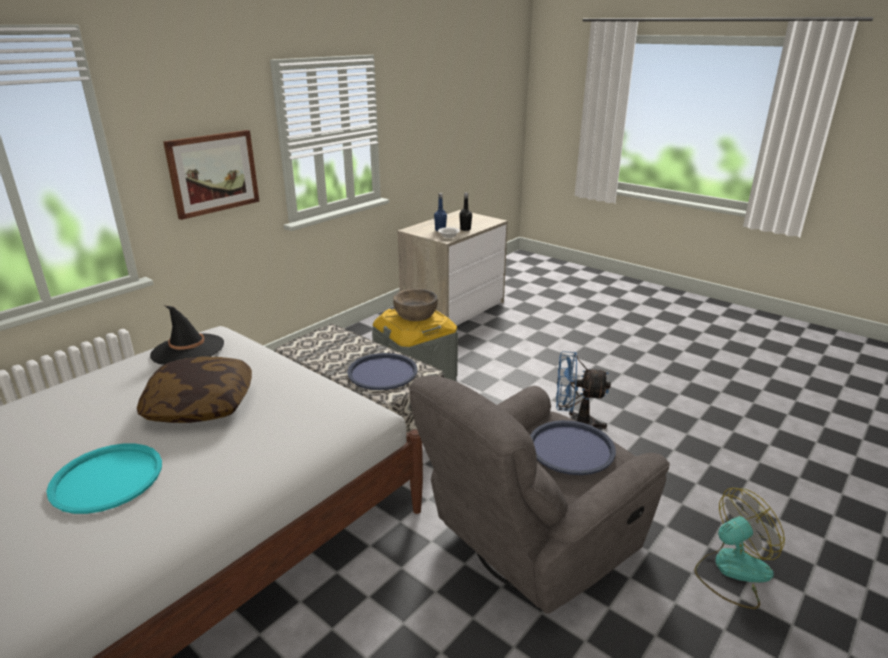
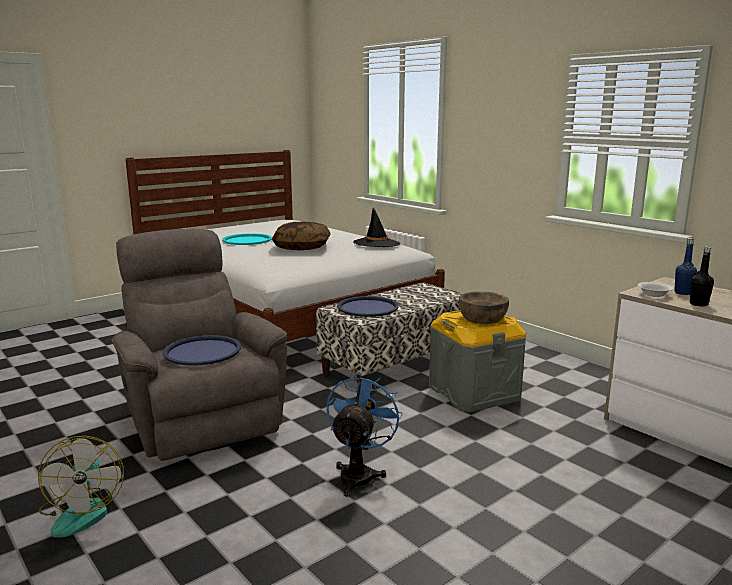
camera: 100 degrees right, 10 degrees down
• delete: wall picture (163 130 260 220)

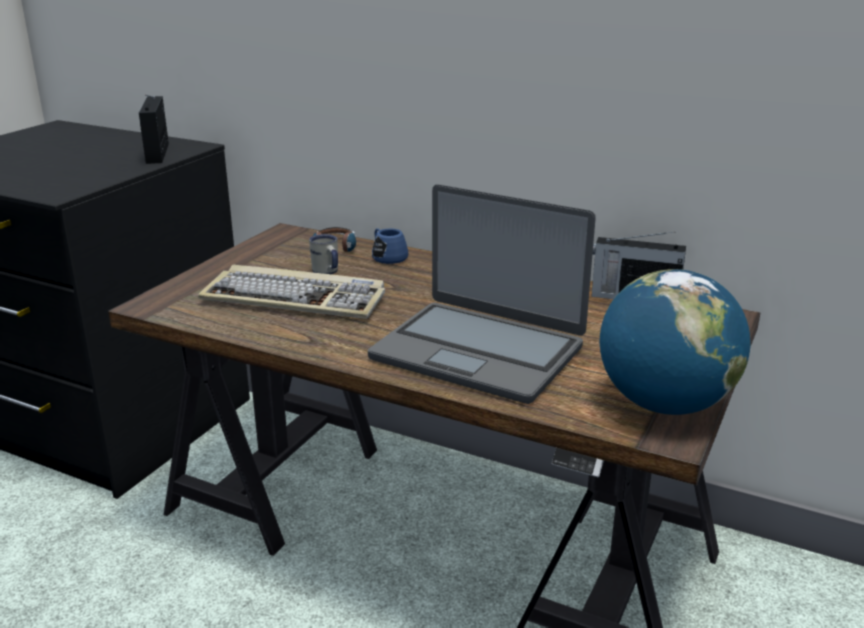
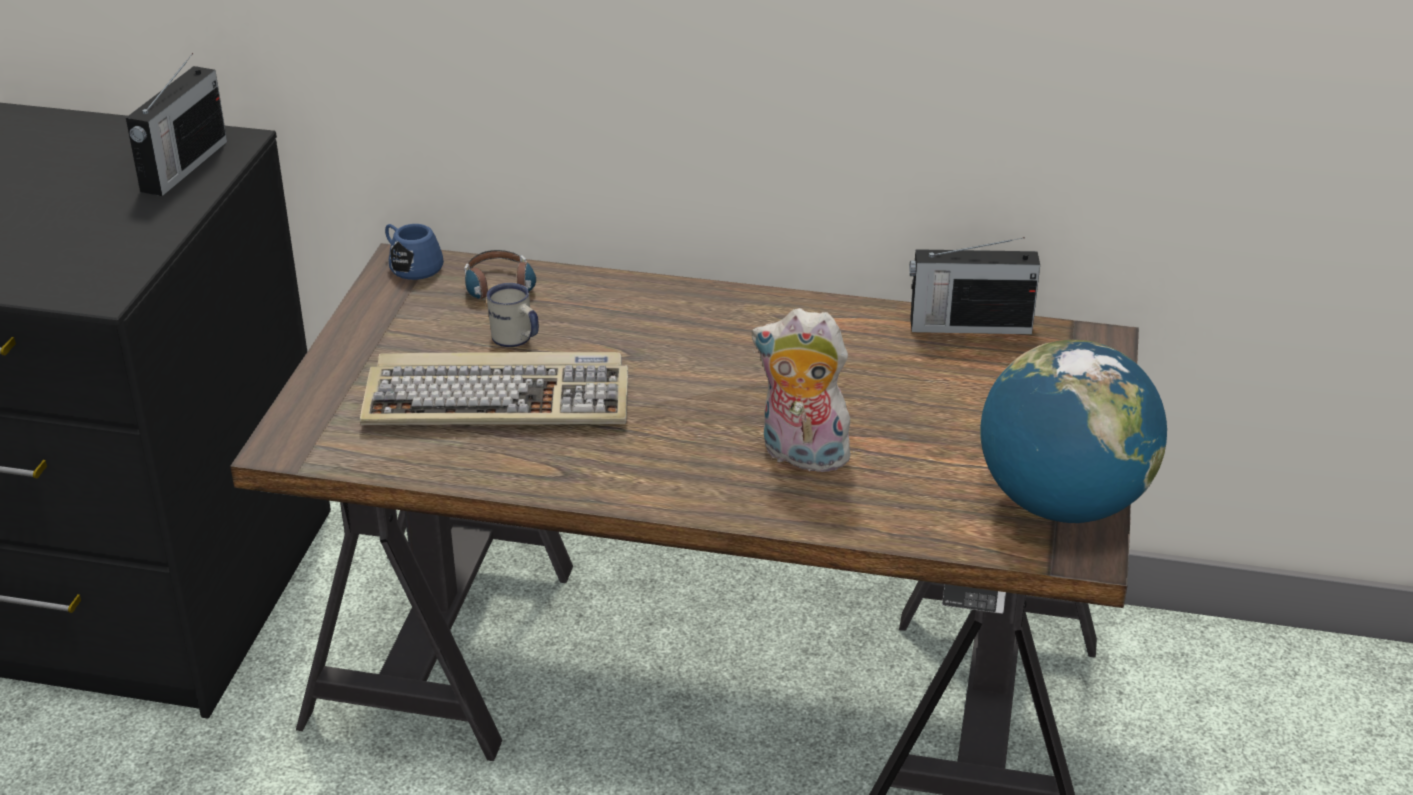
camera: 15 degrees left, 10 degrees up
• rotate: radio set (139 95 169 164) = (126 53 227 196) 135 degrees counterclockwise
• move: blue tea mug (372 228 408 264) to (385 224 444 280)
• replace: notebook computer (368 184 596 404) to plush toy (752 308 858 476)

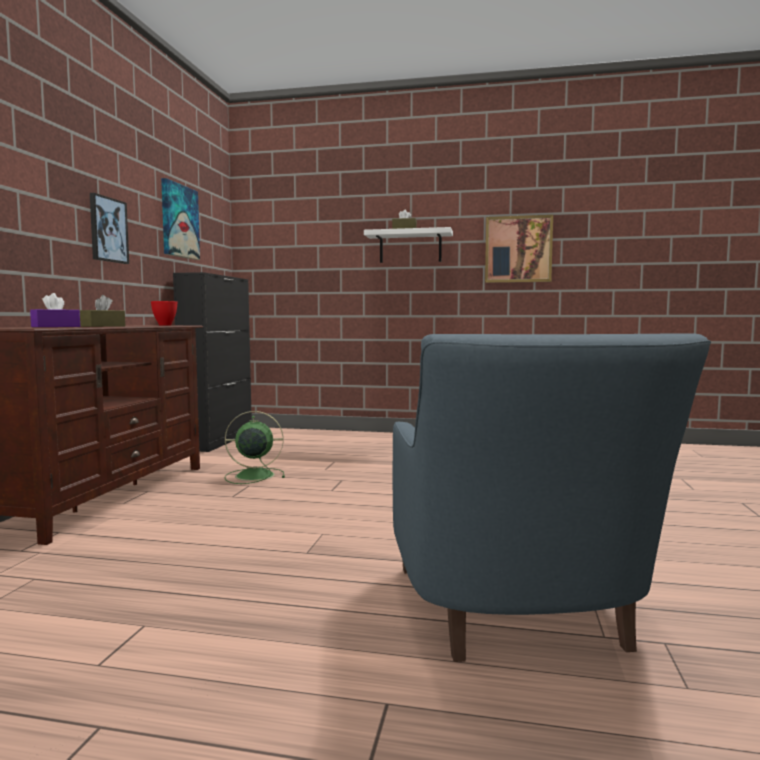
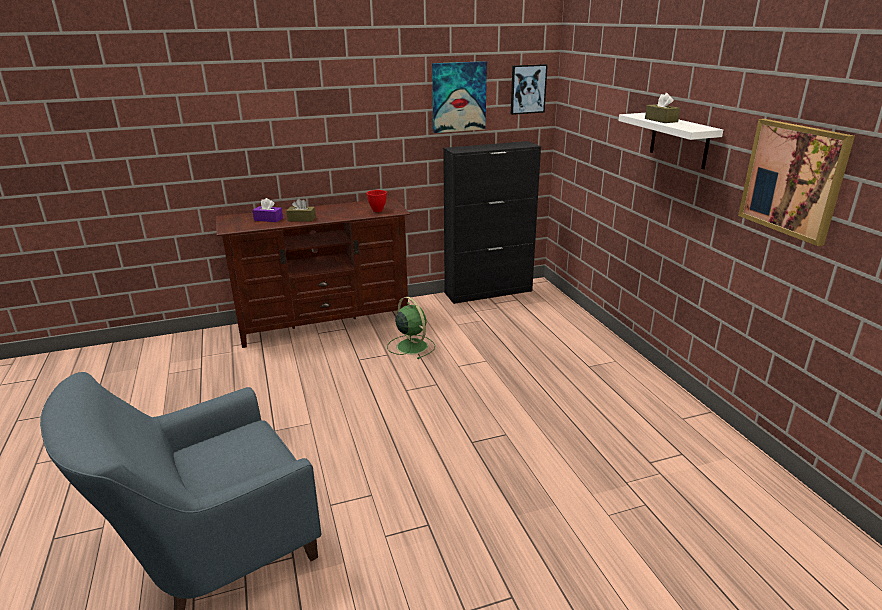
camera: 60 degrees right, 20 degrees up
• move: wall picture (90 193 129 264) to (511 64 548 115)

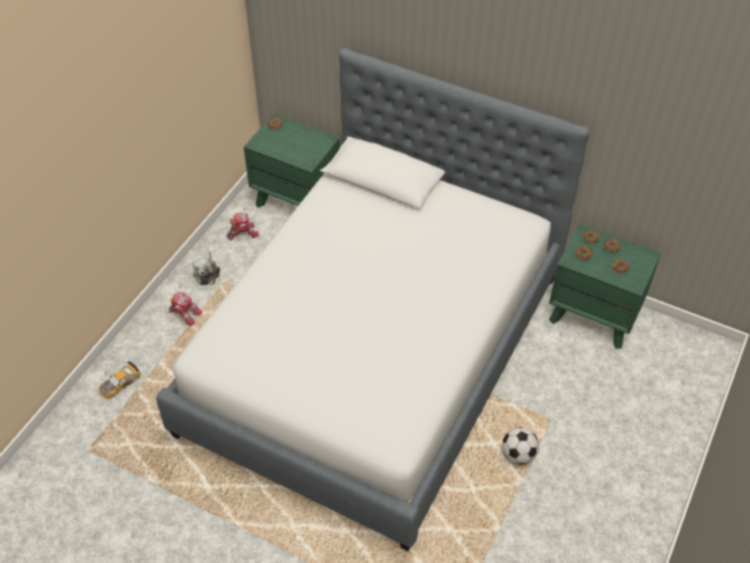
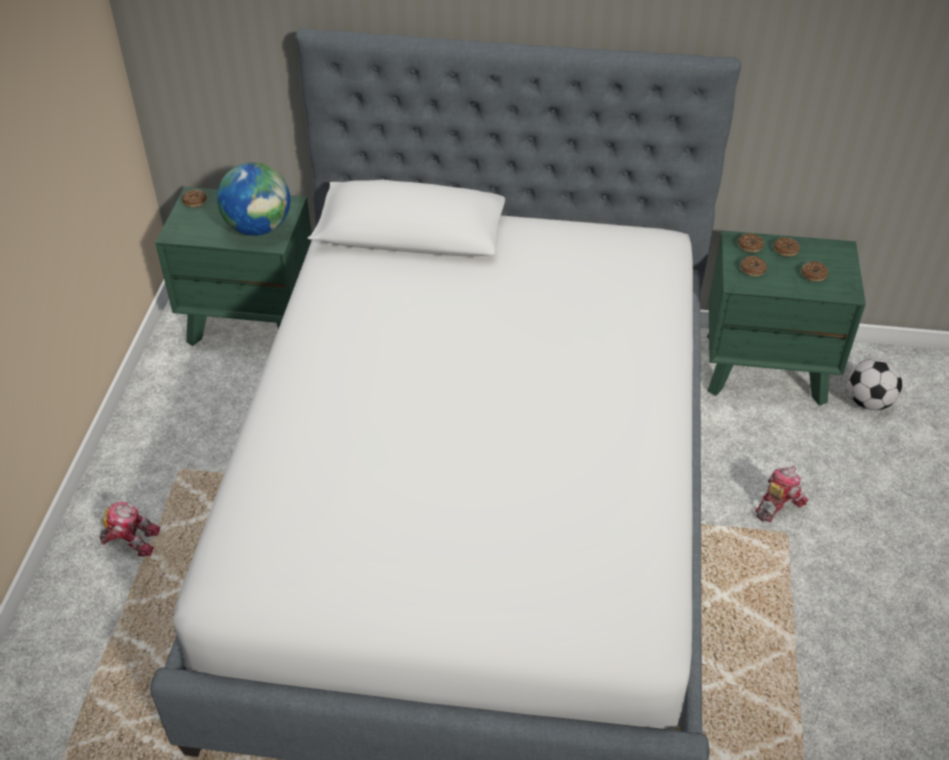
camera: 20 degrees left, 5 degrees down
• insert: world globe (217 162 290 236)
• move: robot figure (227 213 259 240) to (755 466 808 522)
• move: football (502 427 539 464) to (847 359 902 410)
• delete: model car (99 361 141 399)
• delete: plush toy (193 251 220 285)

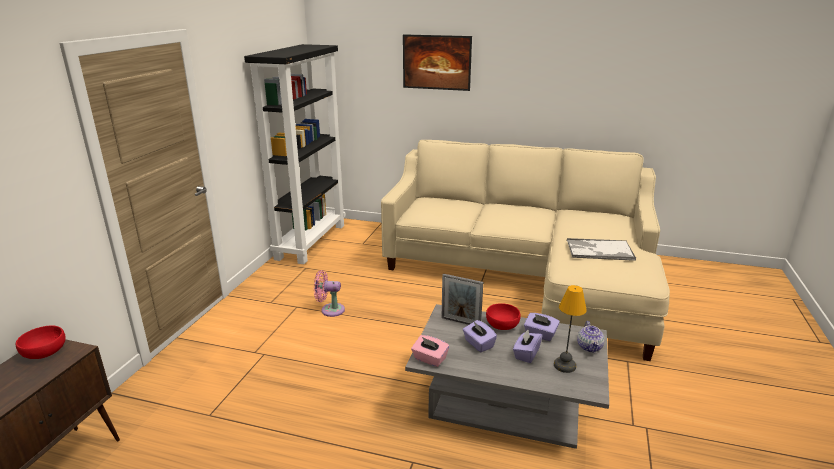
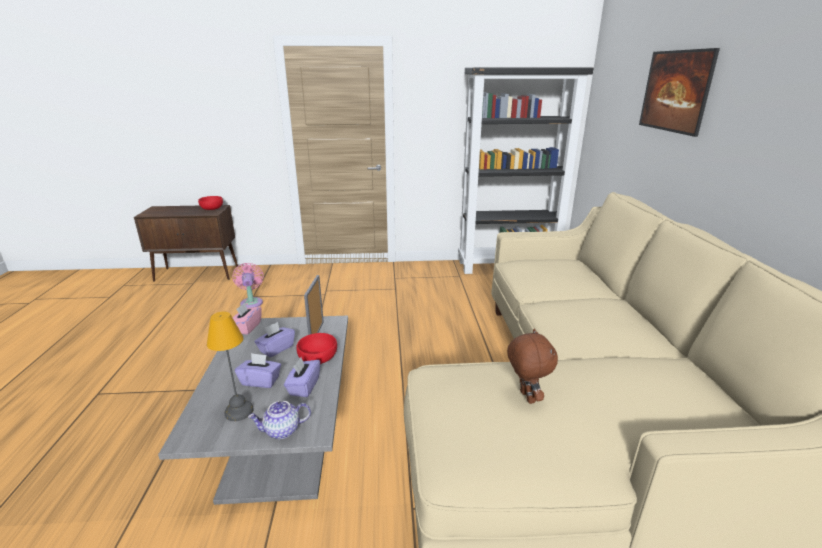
camera: 70 degrees right, 0 degrees up
• move: pinkish fan (314 270 345 317) to (233 263 263 308)
• replace: serving tray (567 238 636 261) to brownish plush toy (507 329 558 404)

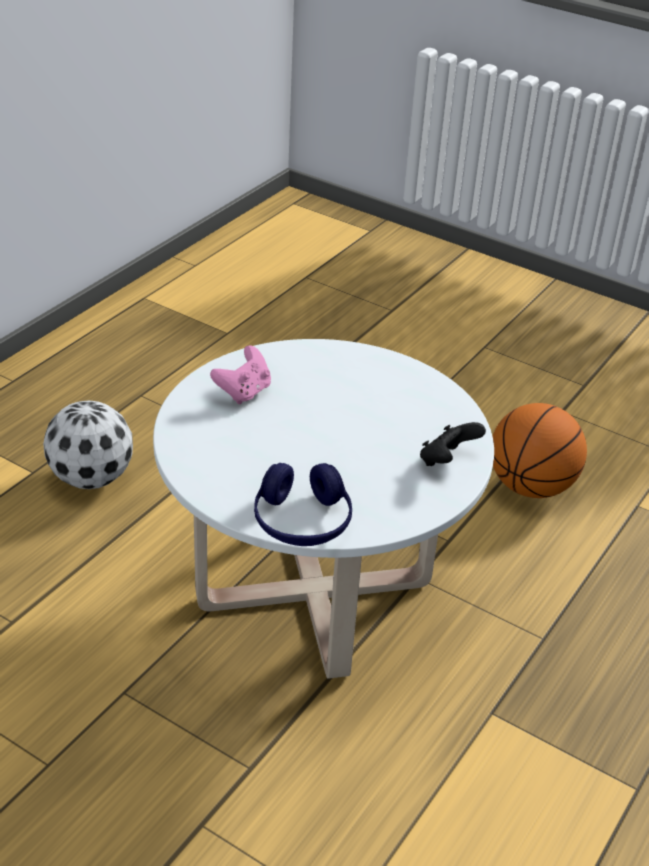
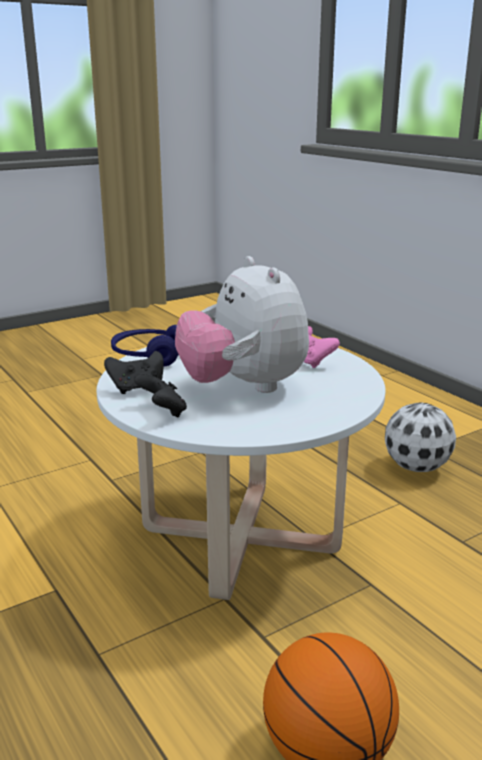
camera: 115 degrees right, 15 degrees down
• insert: black game controller (104 351 164 394)
• insert: plush toy (175 256 309 393)

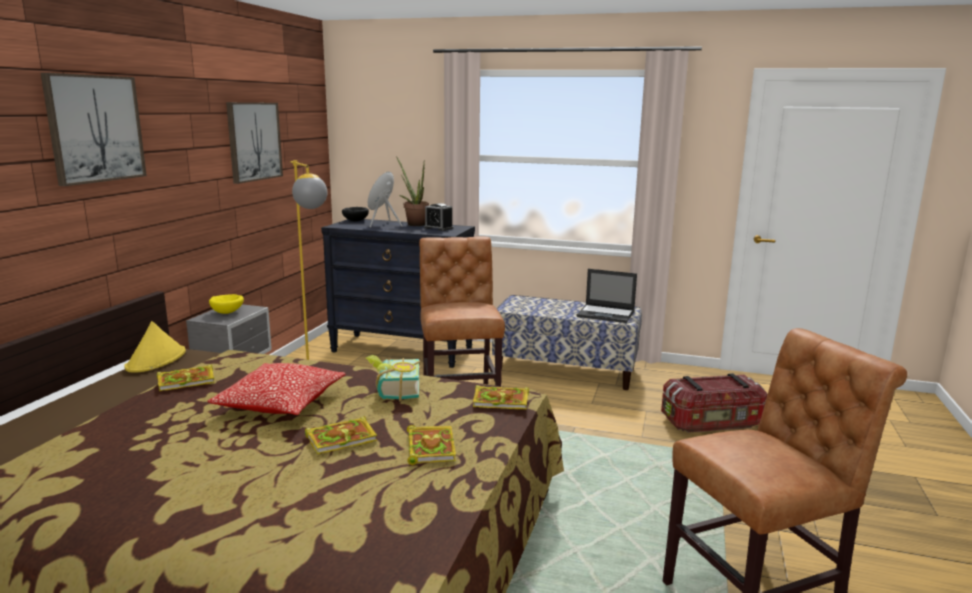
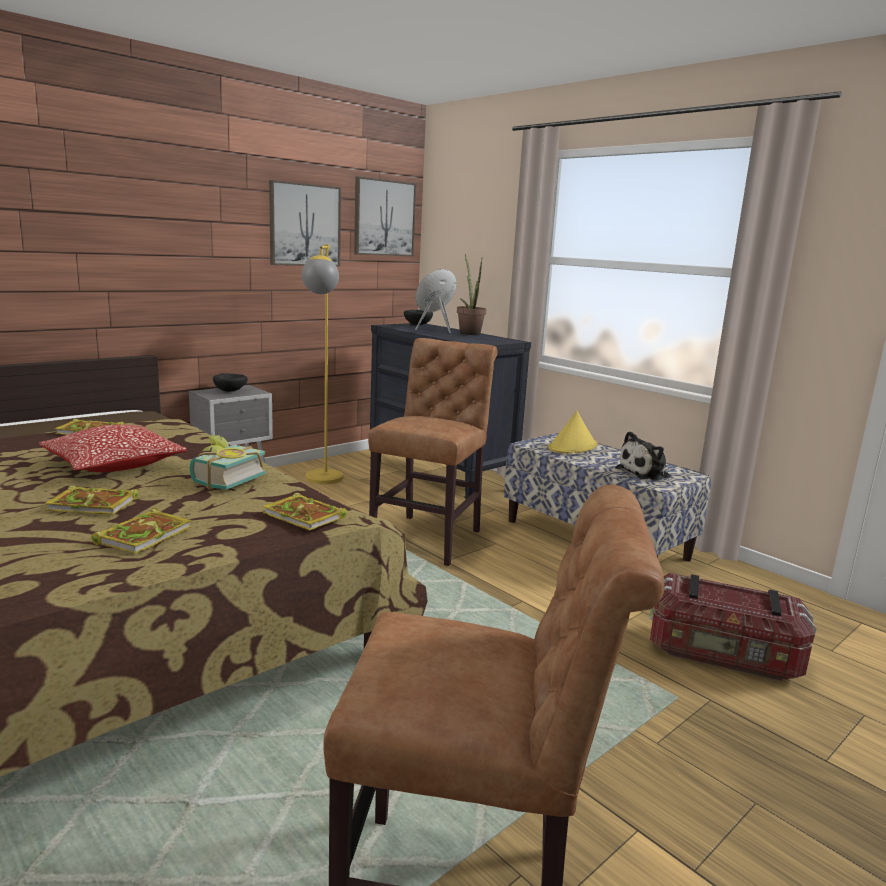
camera: 30 degrees right, 0 degrees up
• recolor: yellow-coloured bowl (209 294 244 314) to black bowl (213 373 248 392)
• move: wall picture (41 73 147 186) to (354 176 416 257)
• move: yellow-coloured clothing hat (124 321 186 373) to (548 411 597 454)
• replace: notebook computer (577 269 637 323) to plush toy (616 431 671 481)
• delete: table clock (424 203 453 231)

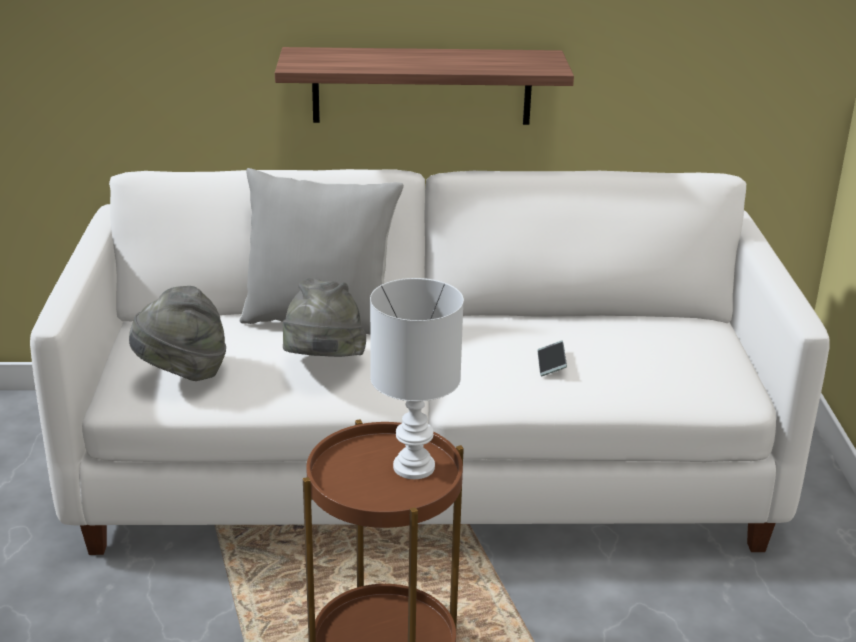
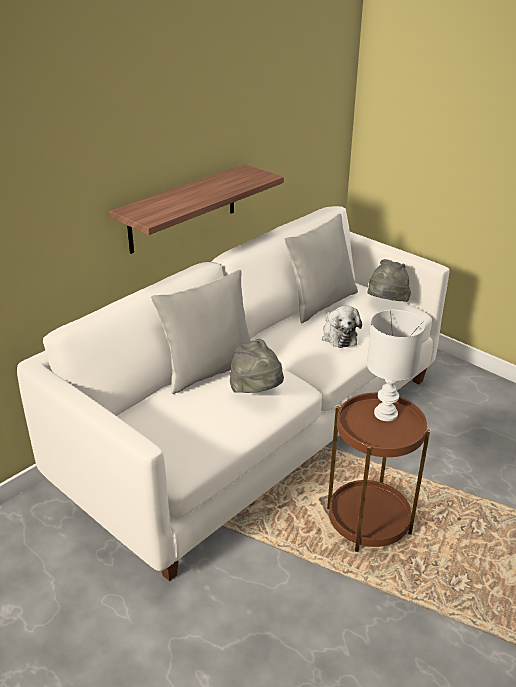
camera: 45 degrees left, 5 degrees up
• insert: grey cushion (284 214 358 323)
• replace: handset (537 341 567 376) to plush toy (322 306 362 348)
• move: grey clothing hat (129 286 226 381) to (368 259 411 302)

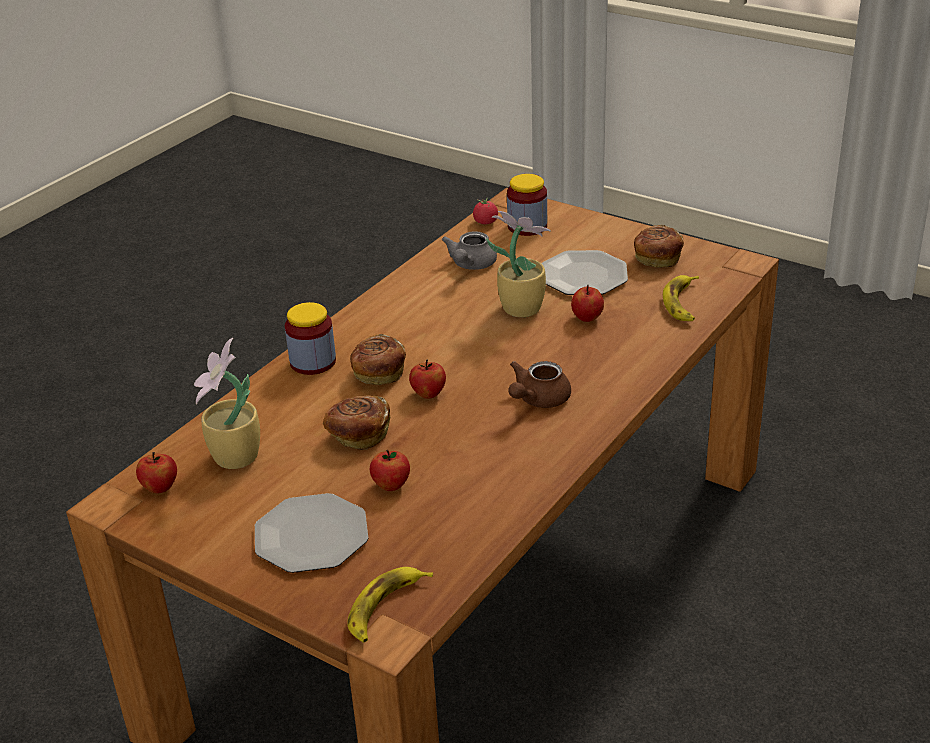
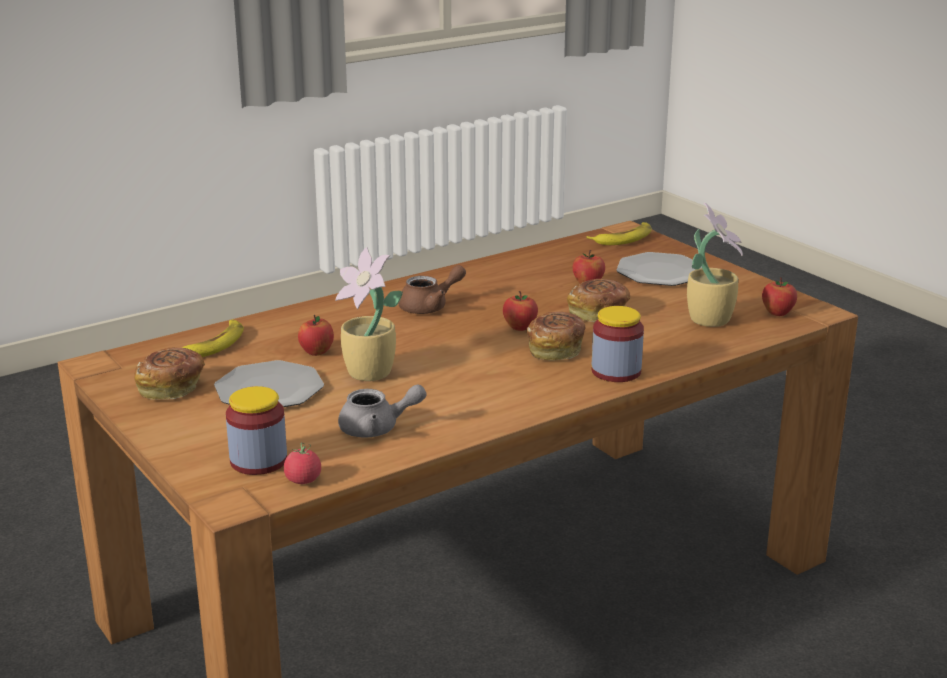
camera: 160 degrees left, 10 degrees down
• rotate: grey tea pot (442 231 497 270) = (338 384 427 438) 45 degrees clockwise

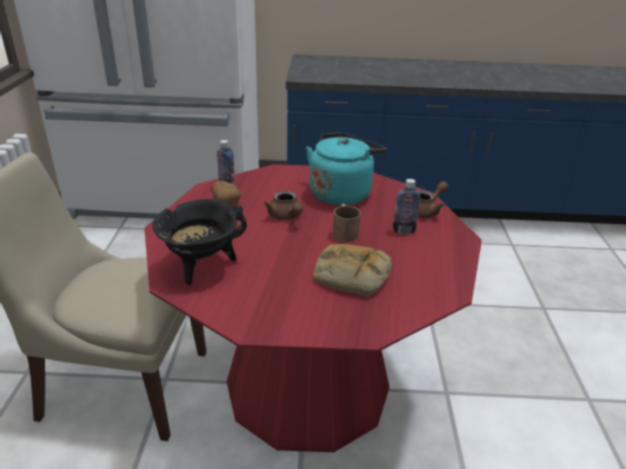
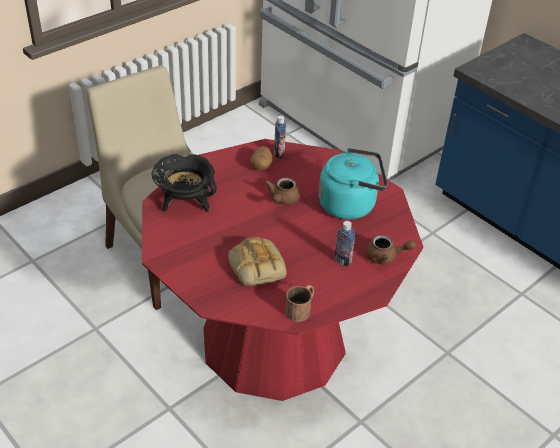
camera: 45 degrees right, 10 degrees up
• move: brownish tea mug (333 204 361 242) to (285 285 314 322)

